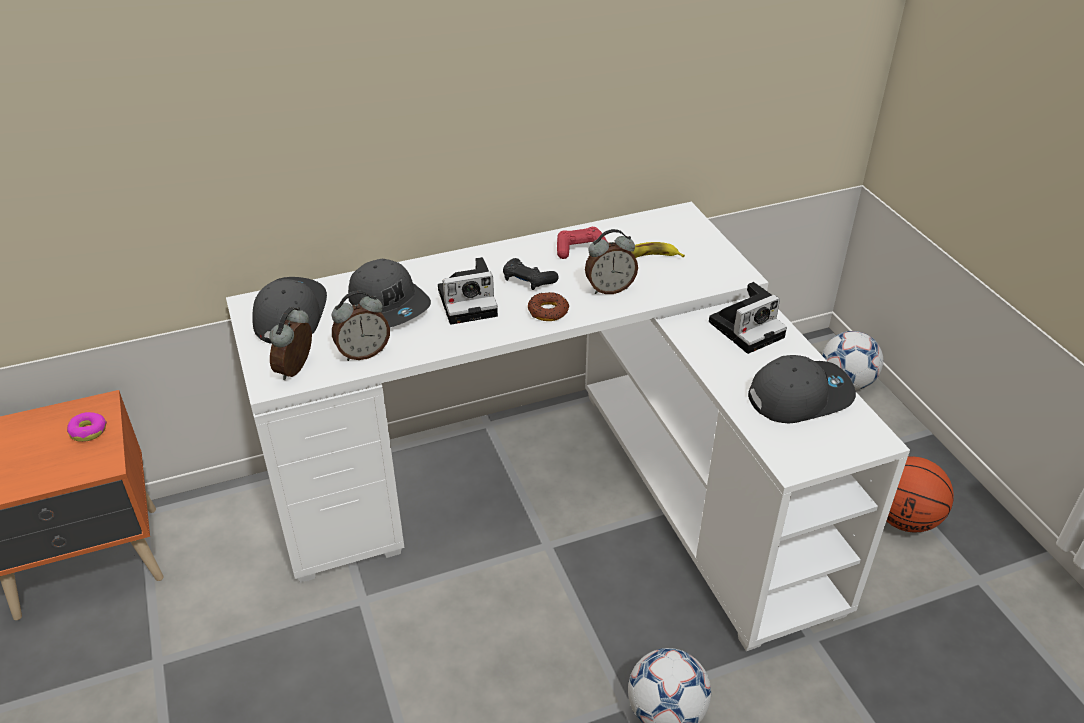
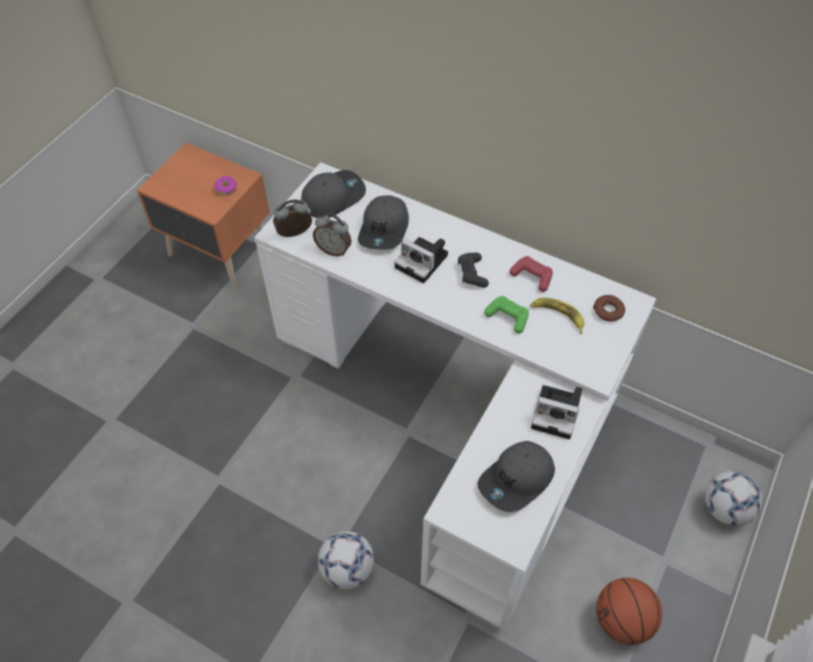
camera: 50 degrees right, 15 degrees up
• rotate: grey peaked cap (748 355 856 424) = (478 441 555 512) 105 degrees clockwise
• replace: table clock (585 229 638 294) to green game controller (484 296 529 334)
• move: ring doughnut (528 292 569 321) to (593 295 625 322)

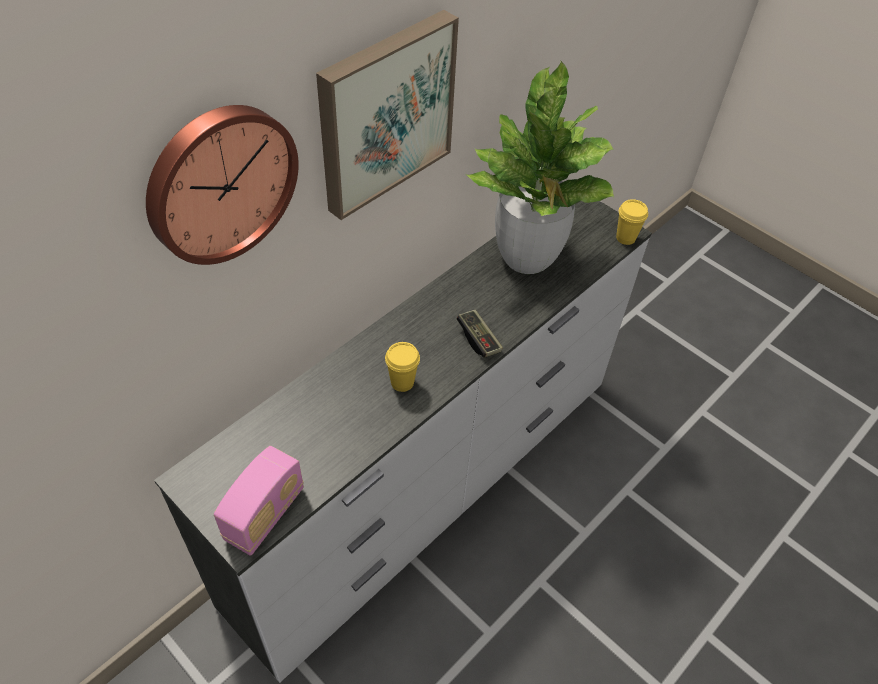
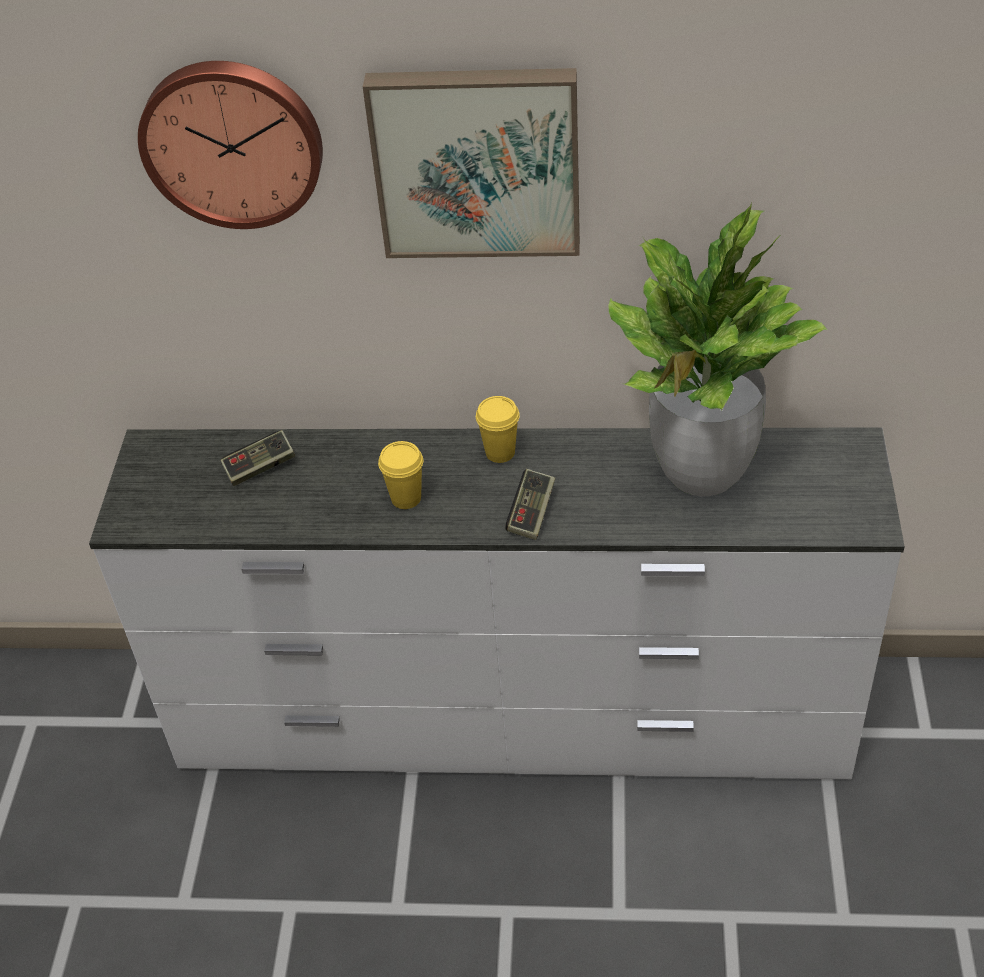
camera: 55 degrees right, 5 degrees down
• insert: game controller (221 430 295 486)
• move: yellow-coloured drinking cup (616 199 648 245) to (476 396 520 463)
• delete: radio set (214 446 304 556)

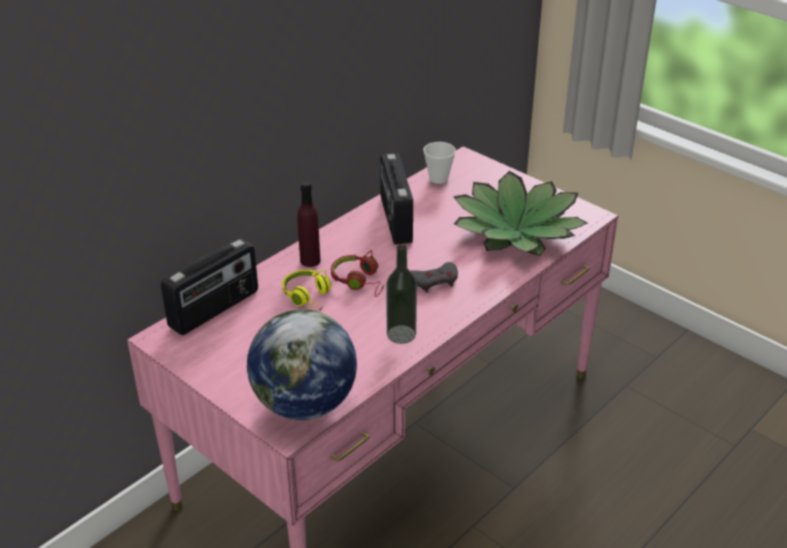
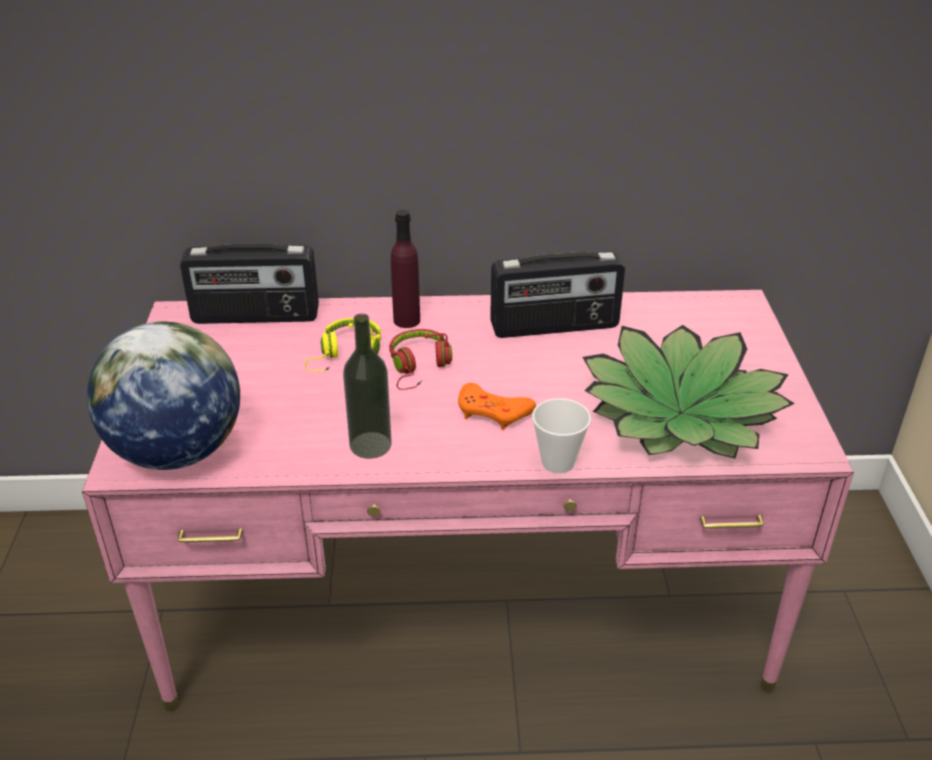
camera: 45 degrees right, 0 degrees up
• recolor: grey game controller (410 262 458 293) to orange-coloured game controller (458 383 536 430)
• rotate: radio set (380 153 413 245) = (490 251 625 338) 135 degrees counterclockwise
• move: drinking cup (423 142 456 184) to (532 398 591 473)

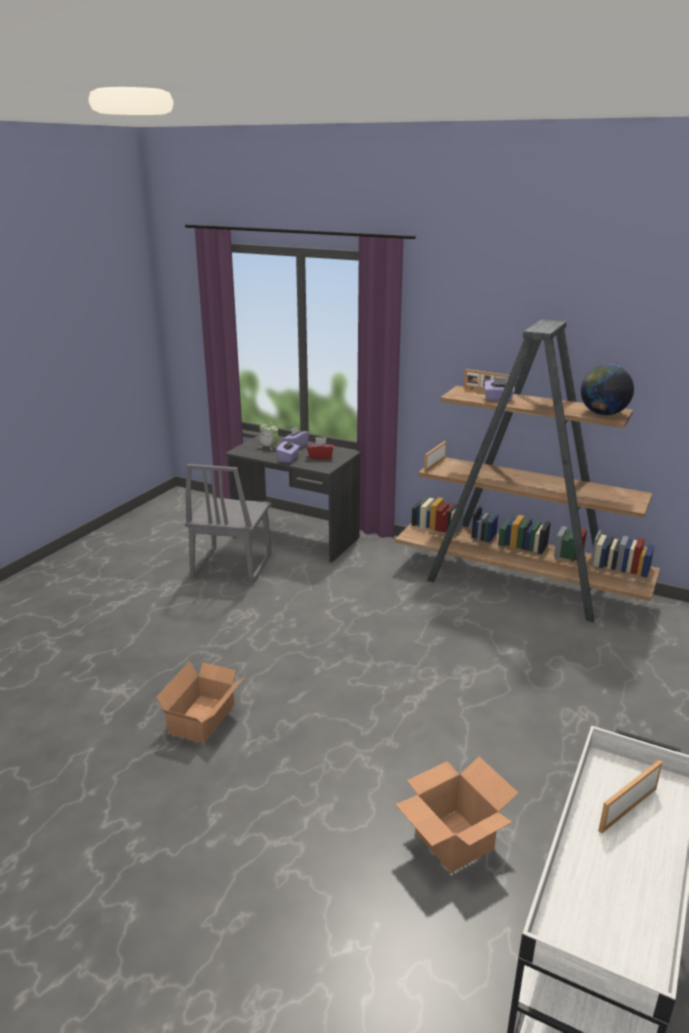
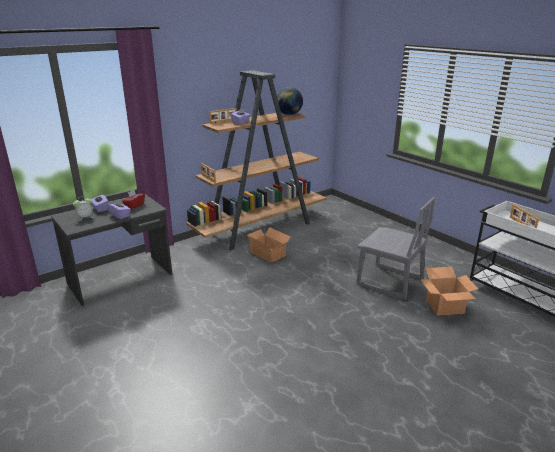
camera: 65 degrees left, 0 degrees up
• move: carton (157 661 244 743) to (247 227 290 263)
• move: grey chair (185 464 272 585) to (356 197 435 300)

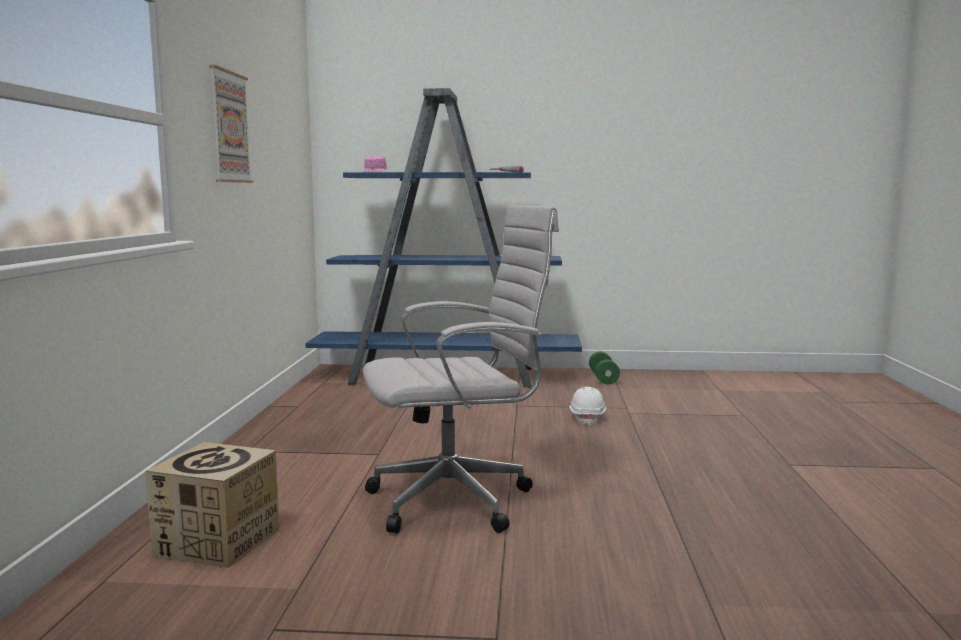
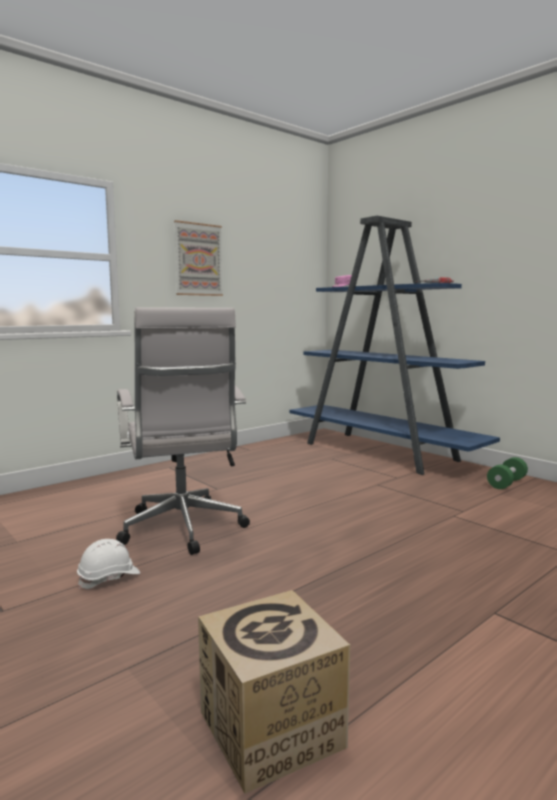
camera: 45 degrees right, 0 degrees up
• move: white-coloured work helmet (569 387 606 426) to (77 539 140 590)
• rotate: white-coloured desk chair (363 205 559 533) = (116 308 250 555) 45 degrees clockwise
• move: carton (145 442 280 568) to (198 590 350 794)

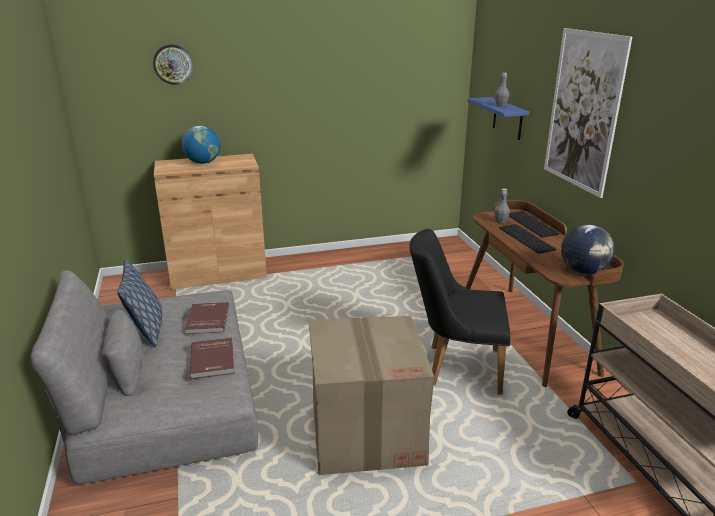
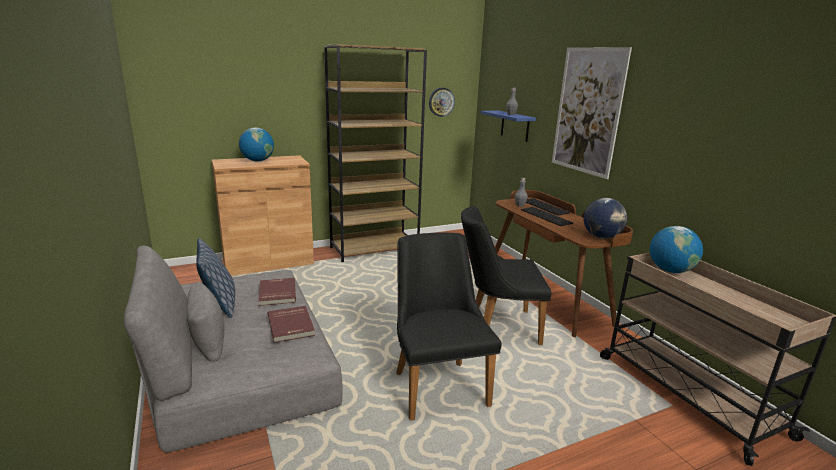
camera: 10 degrees left, 5 degrees down
• insert: brownish shelving unit (324 45 427 262)
• replace: carton (309 316 434 475) to black chair (396 232 502 421)
• move: clock on the wall (153 44 193 85) to (429 88 455 117)
• insert: world globe (650 226 703 273)

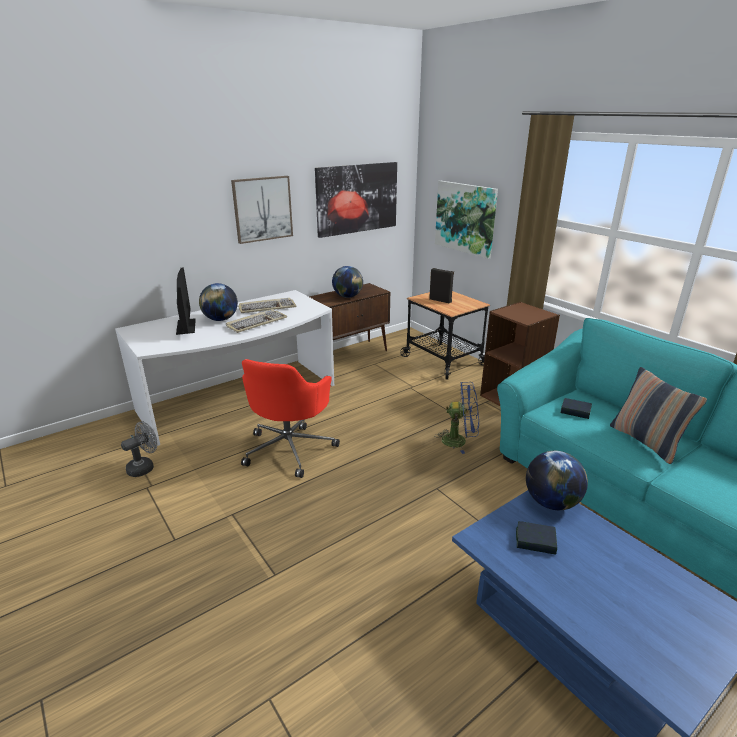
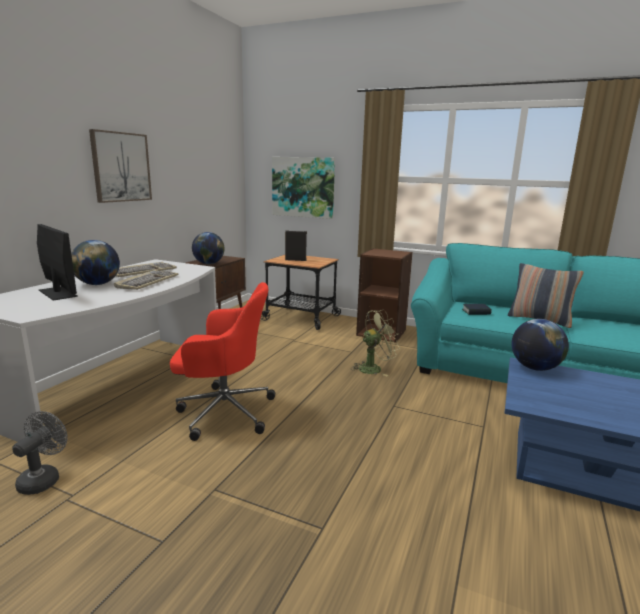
camera: 30 degrees left, 10 degrees down
• rotate: reddish desk chair (241 359 340 478) = (170 282 275 441) 75 degrees counterclockwise
• recolor: blue fan (434 382 479 454) to green fan (352 309 400 377)
• delete: wall picture (315 162 397 238)
• delete: bound book (516 521 557 555)

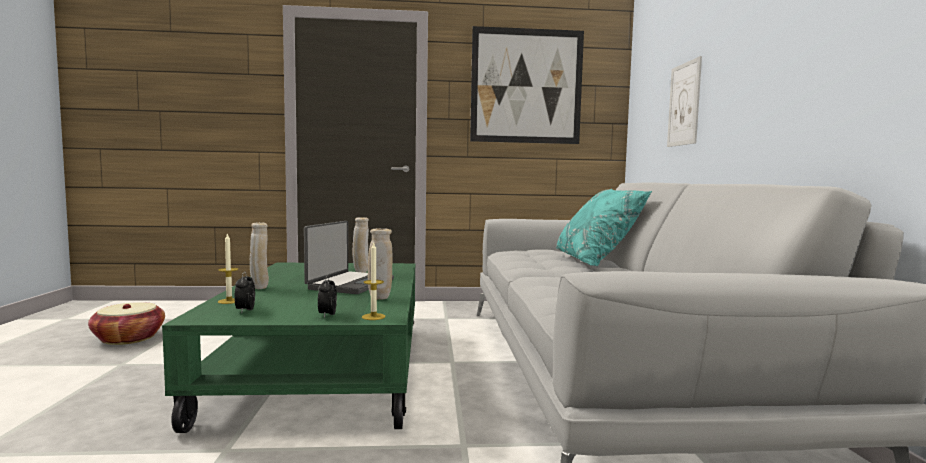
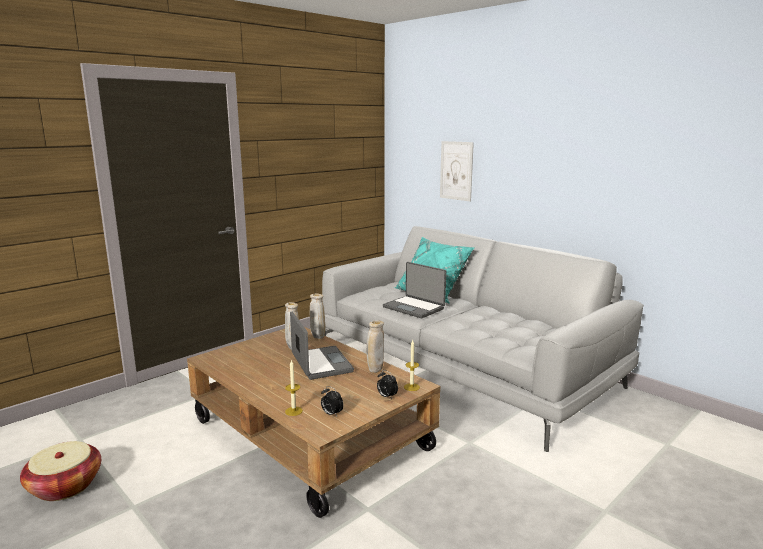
camera: 40 degrees left, 10 degrees up
• recolor: green lounge table (162 262 415 433) to brownish lounge table (187 327 440 518)
• move: beige flower vase (250 222 269 289) to (310 294 325 339)
• insert: notebook computer (383 262 446 318)
• delete: wall picture (470 26 584 144)

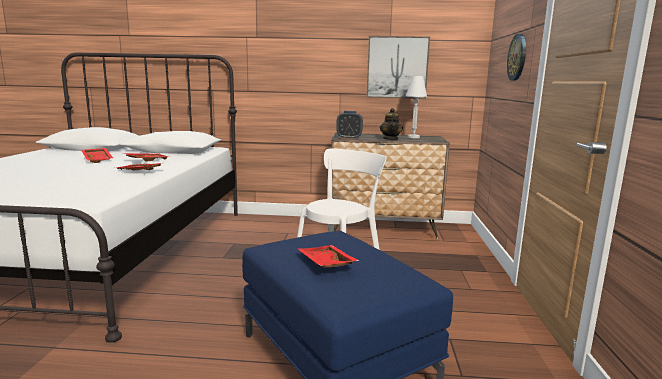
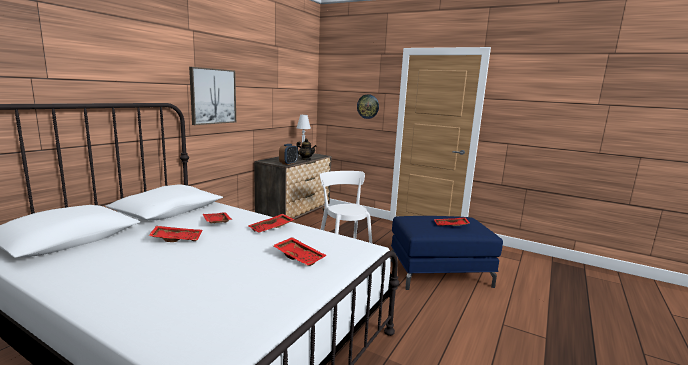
camera: 65 degrees left, 0 degrees up
• move: wall picture (366 36 430 99) to (189 67 236 125)
• insert: reddish serving tray (272 237 327 266)

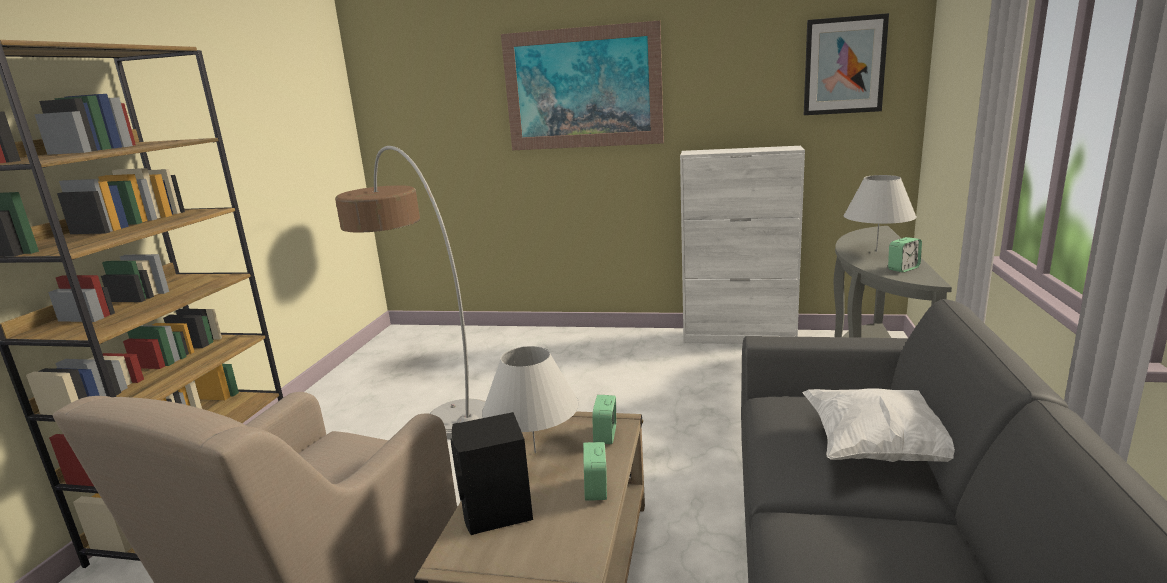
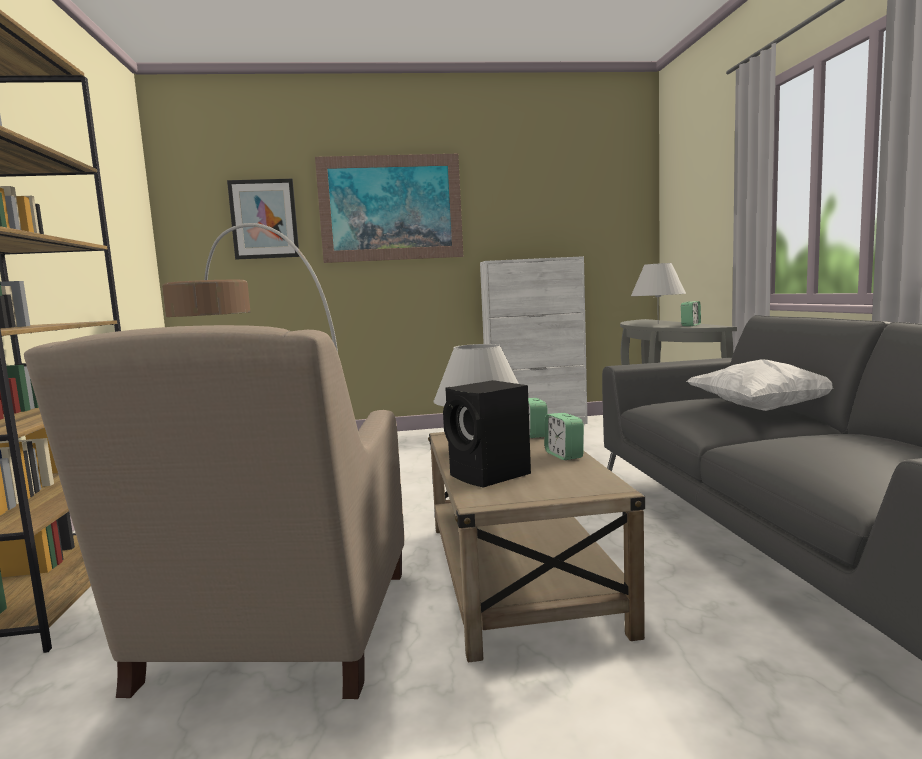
camera: 20 degrees left, 10 degrees down
• move: wall picture (804 13 889 115) to (227 179 300 260)

